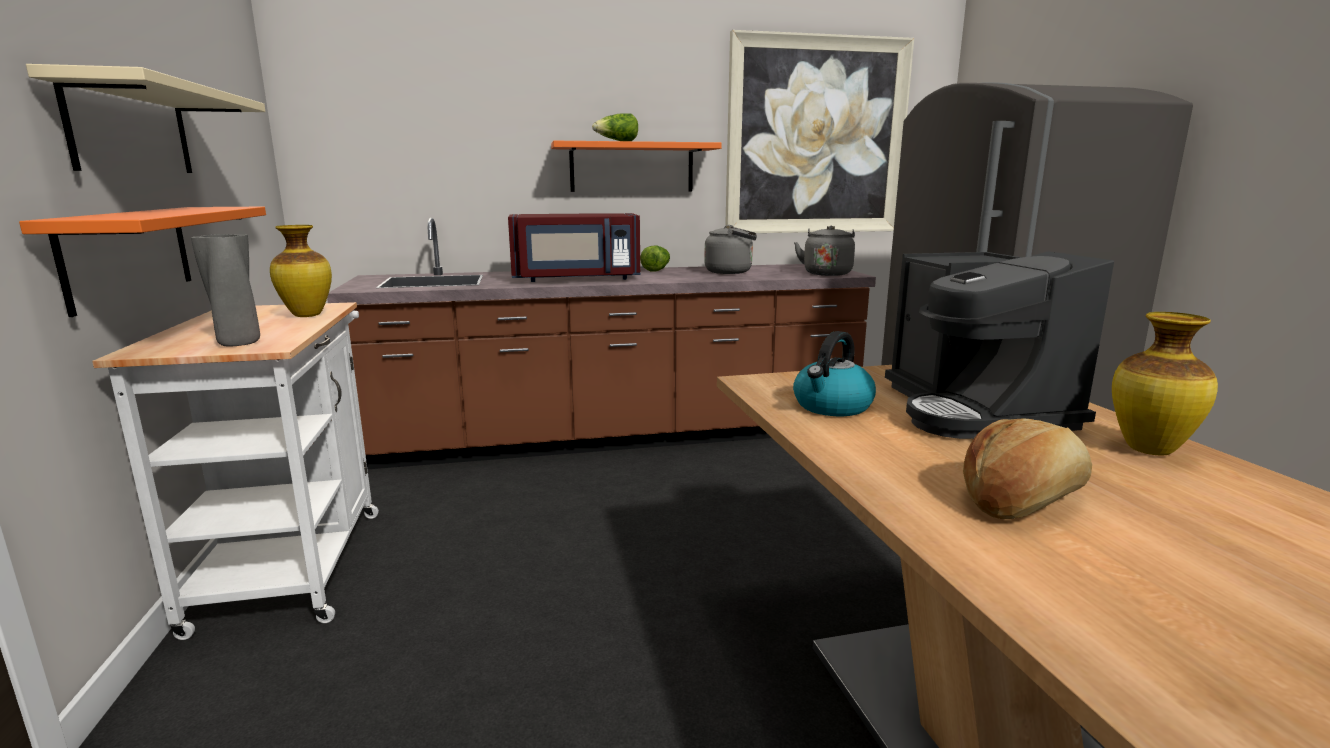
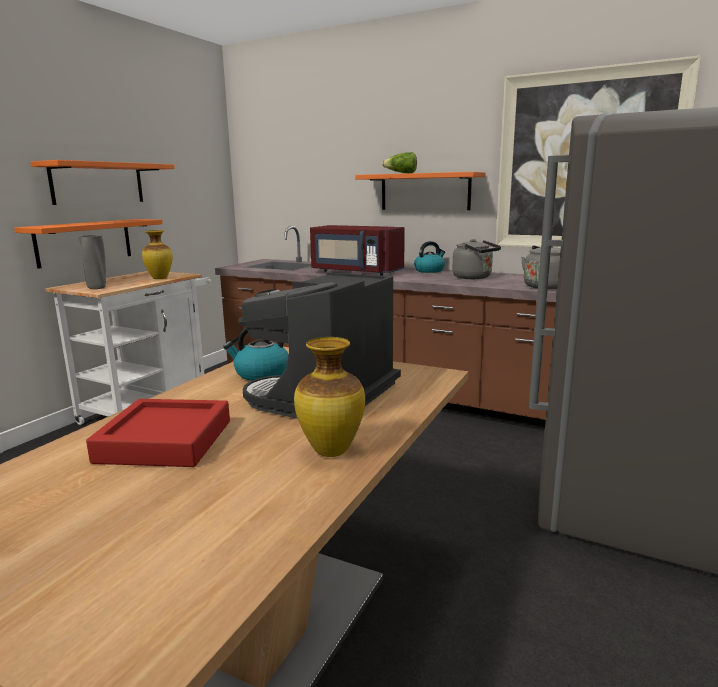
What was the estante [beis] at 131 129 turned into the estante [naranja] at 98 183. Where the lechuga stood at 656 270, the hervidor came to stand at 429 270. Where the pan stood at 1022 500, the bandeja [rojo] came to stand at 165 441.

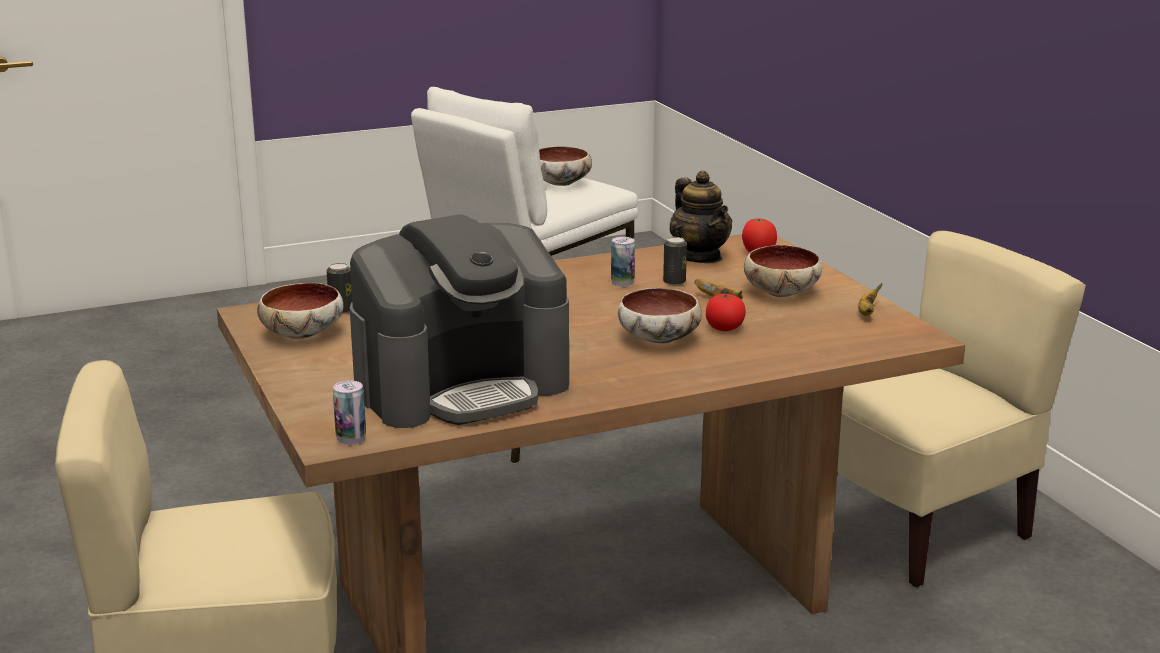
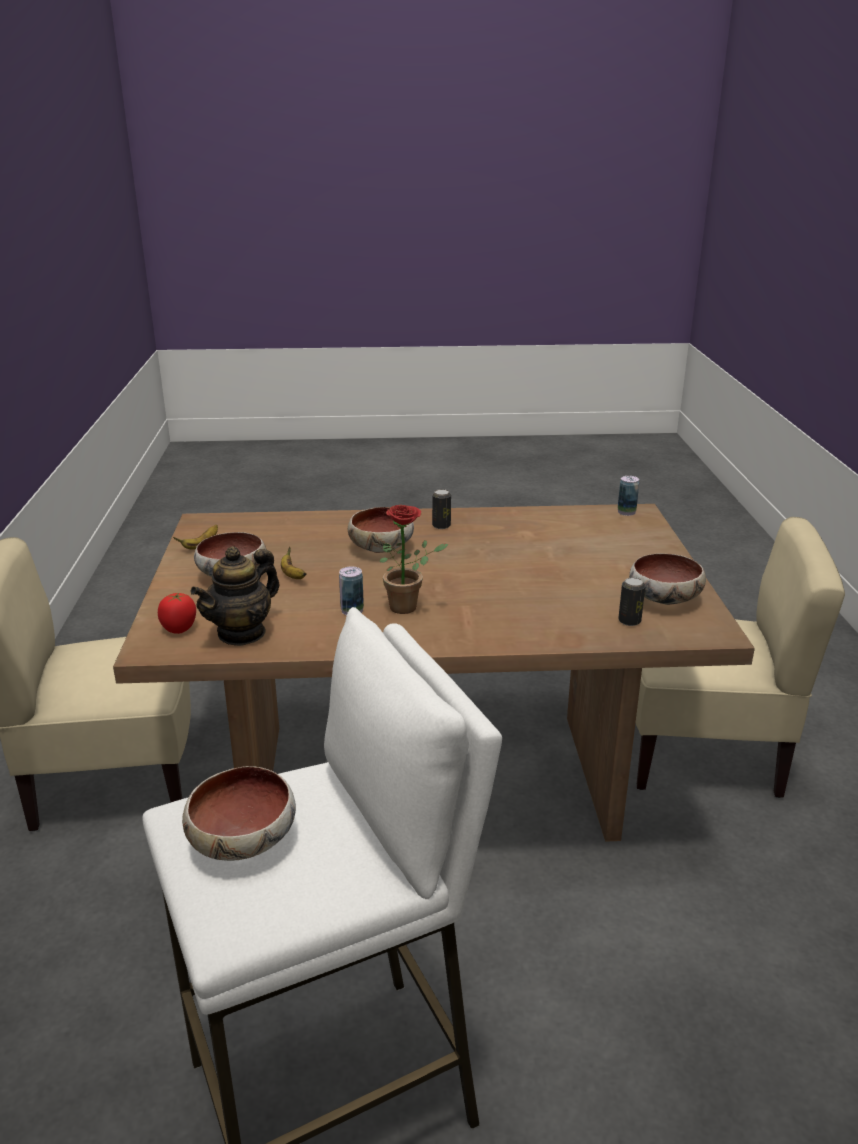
The tetera at 700 257 ended up facing another way, 135 degrees counterclockwise from before. The second view lost the cafetera at 462 386. The lata ended up elsewhere, having gone from 674 282 to 441 526. The second view lost the tomate at 725 328. The second view gained the planta en maceta at 409 607.

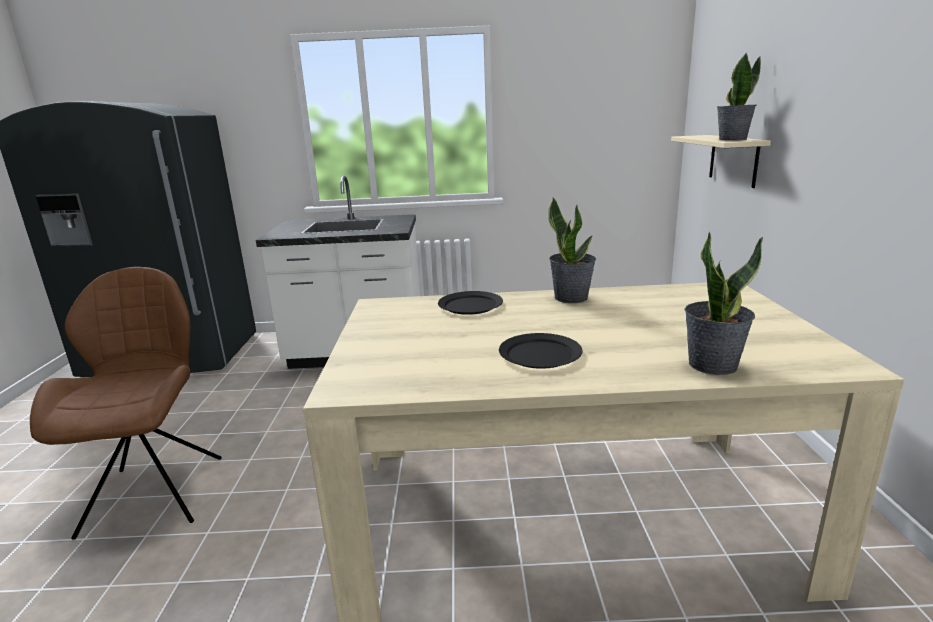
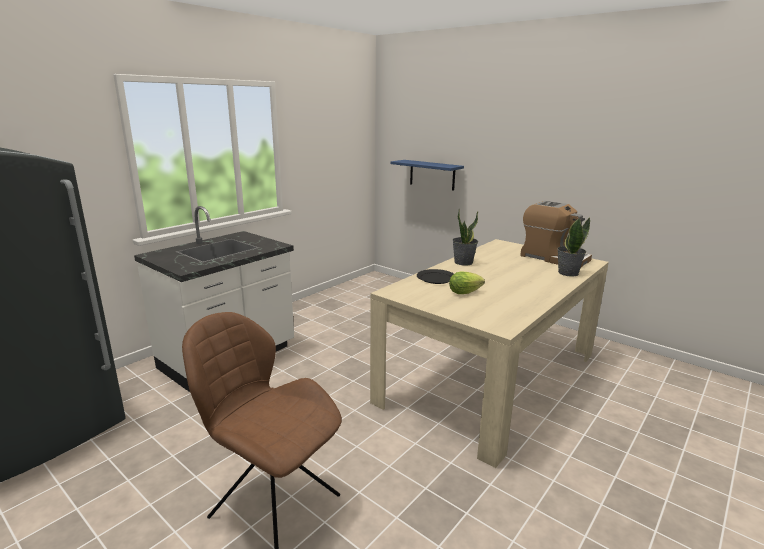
The second view lost the planta en maceta at 732 139. What was the estante [beis] at 733 160 turned into the estante [azul] at 432 175. The second view lost the plato [negro] at 539 354. The second view gained the cafetera at 553 258. The second view gained the lechuga at 466 292.

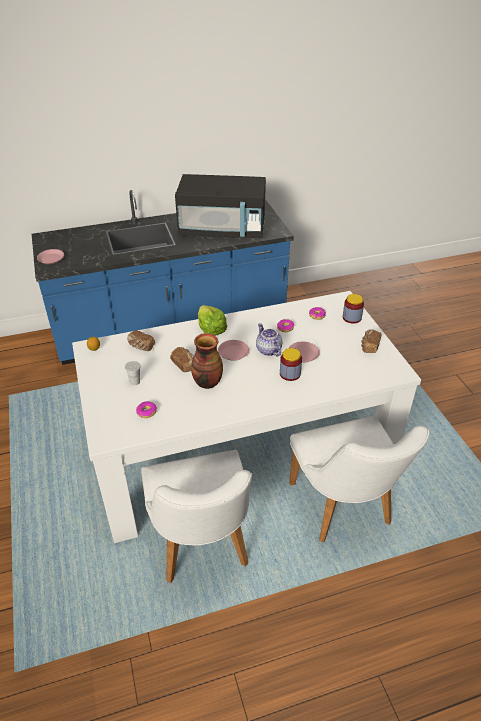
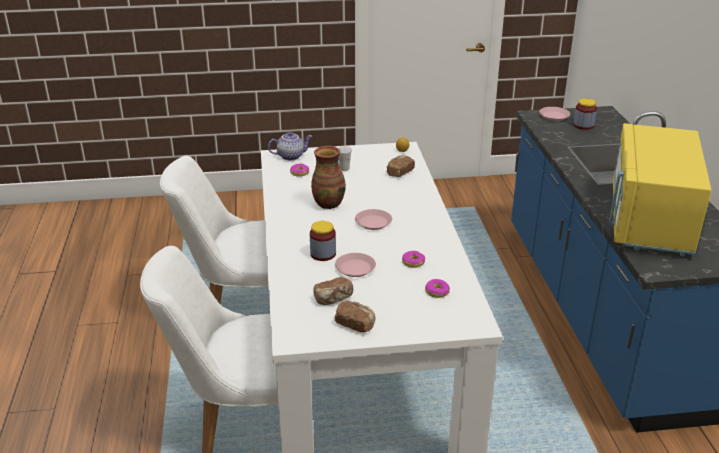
What was the microondas [negro] at 222 230 turned into the microondas [amarillo] at 649 221. The tarro ended up elsewhere, having gone from 351 318 to 583 125. The second view lost the lechuga at 211 329. The tetera ended up elsewhere, having gone from 268 350 to 291 156. The pan ended up elsewhere, having gone from 184 364 to 333 299.

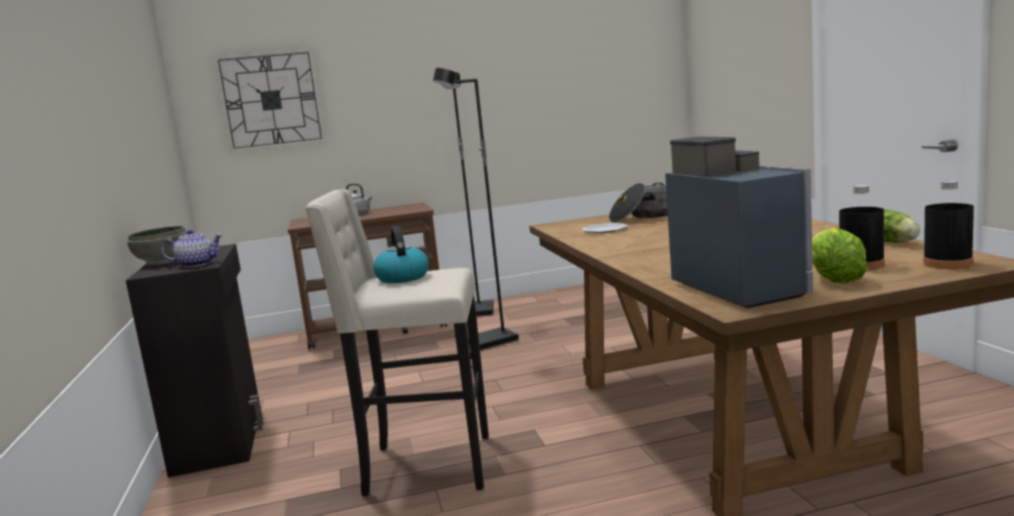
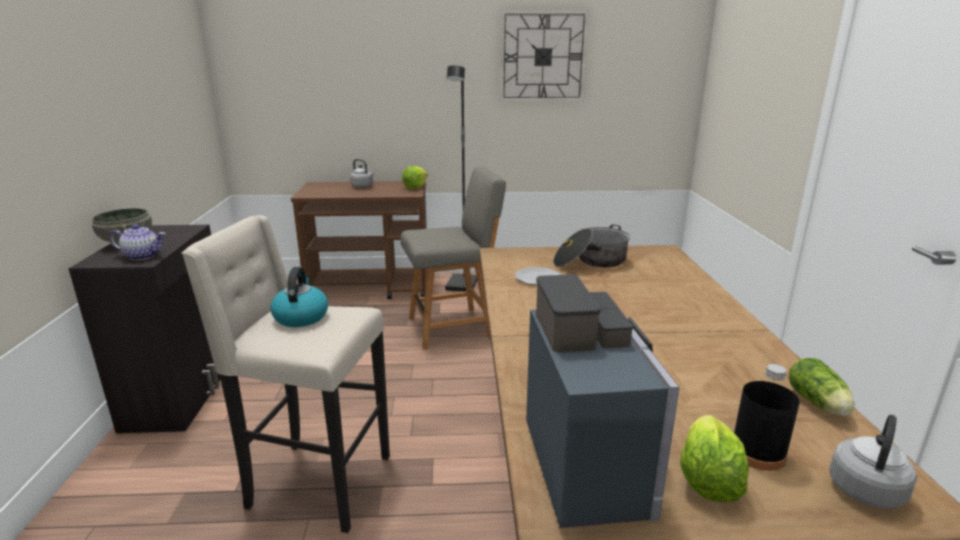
The reloj de pared ended up elsewhere, having gone from 271 100 to 543 57. Where the lámpara de pie [negro] stood at 491 342, the silla [gris] came to stand at 453 327. Where the botella [negro] stood at 947 264, the hervidor [gris] came to stand at 866 488. The second view gained the lechuga at 415 187.

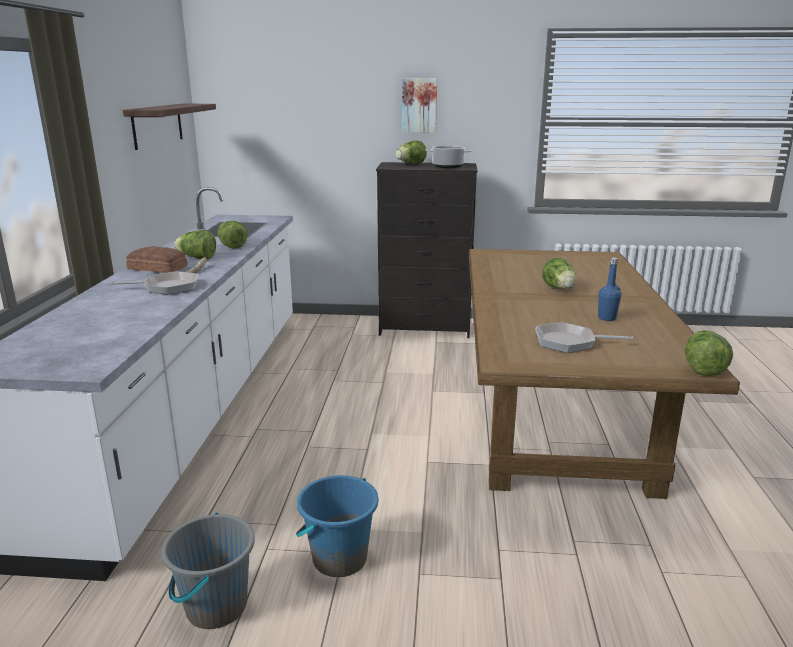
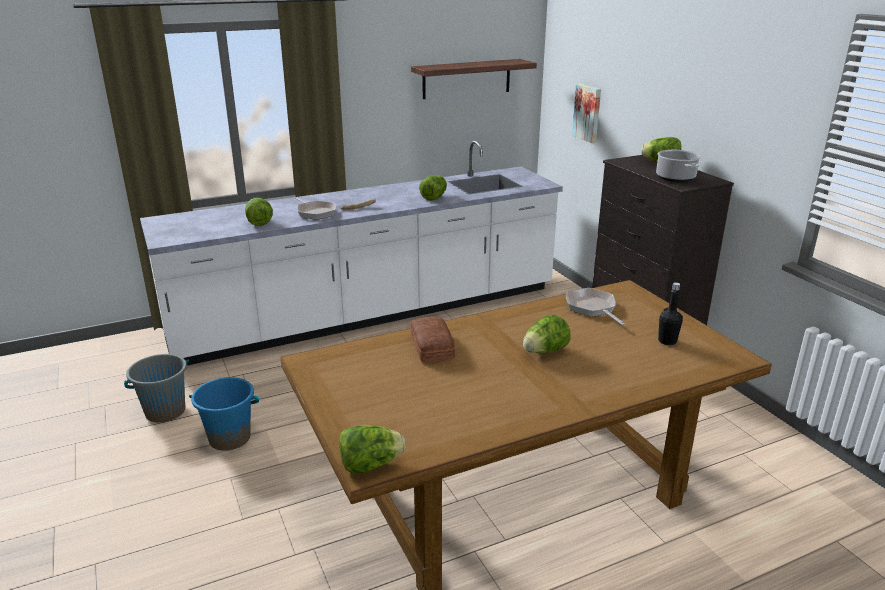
The cuadro ended up elsewhere, having gone from 419 105 to 588 113. The lechuga ended up elsewhere, having gone from 197 258 to 259 222. The pan ended up elsewhere, having gone from 157 268 to 430 347. The second view lost the botella [azul] at 607 318. The sartén ended up elsewhere, having gone from 569 342 to 592 308. The second view gained the botella [negro] at 667 341.

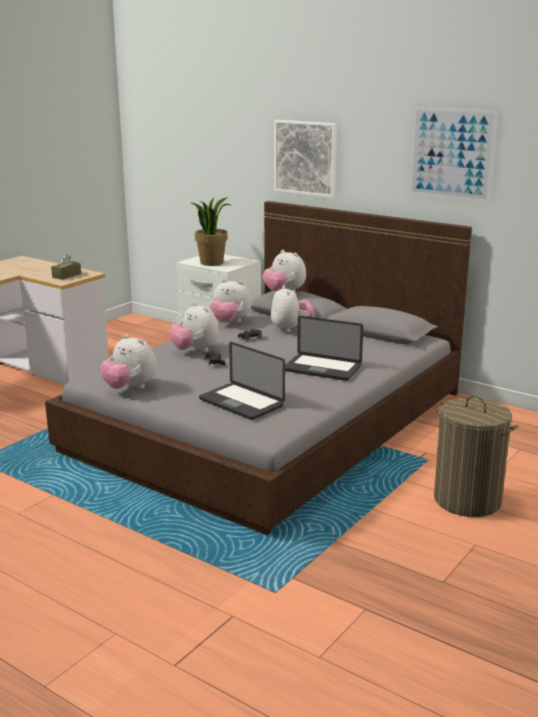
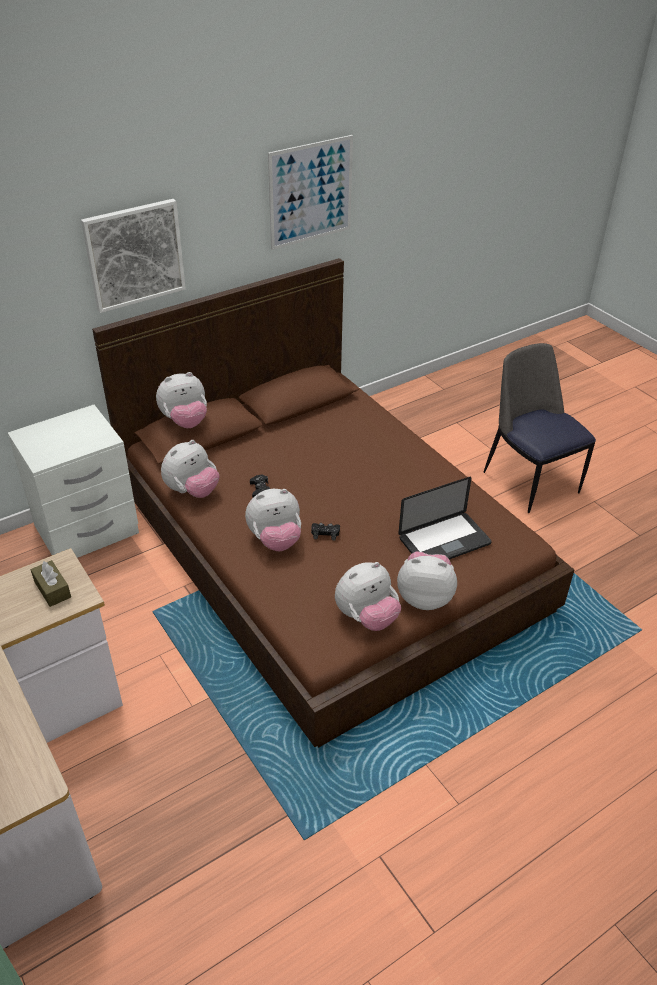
The second view lost the planta en maceta at 212 263. What was the cama [gris] at 270 420 turned into the cama [marrón] at 327 546. The peluche ended up elsewhere, having gone from 291 329 to 425 597. The second view lost the portátil at 322 369. Where the cesto de la ropa stood at 467 500, the silla came to stand at 529 480.

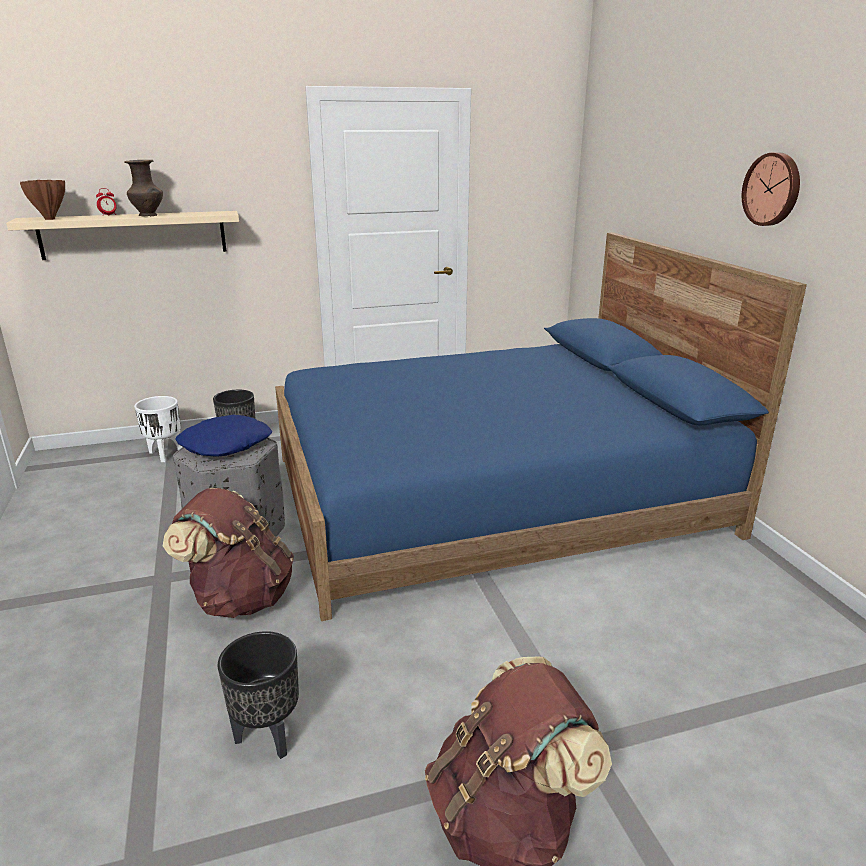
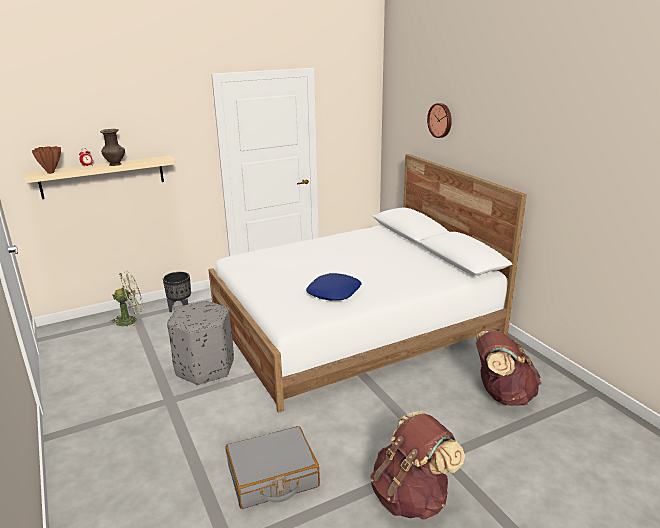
The reloj de pared ended up elsewhere, having gone from 773 189 to 440 120. What was the cama [azul] at 493 495 turned into the cama [blanco] at 356 325. Where the maceta [blanco] stood at 164 454, the ventilador [verde] came to stand at 131 320. The cojín [azul] ended up elsewhere, having gone from 225 444 to 333 292. The mochila [marrón] ended up elsewhere, having gone from 239 598 to 502 395. Where the maceta [negro] stood at 268 736, the maleta [gris] came to stand at 272 477.

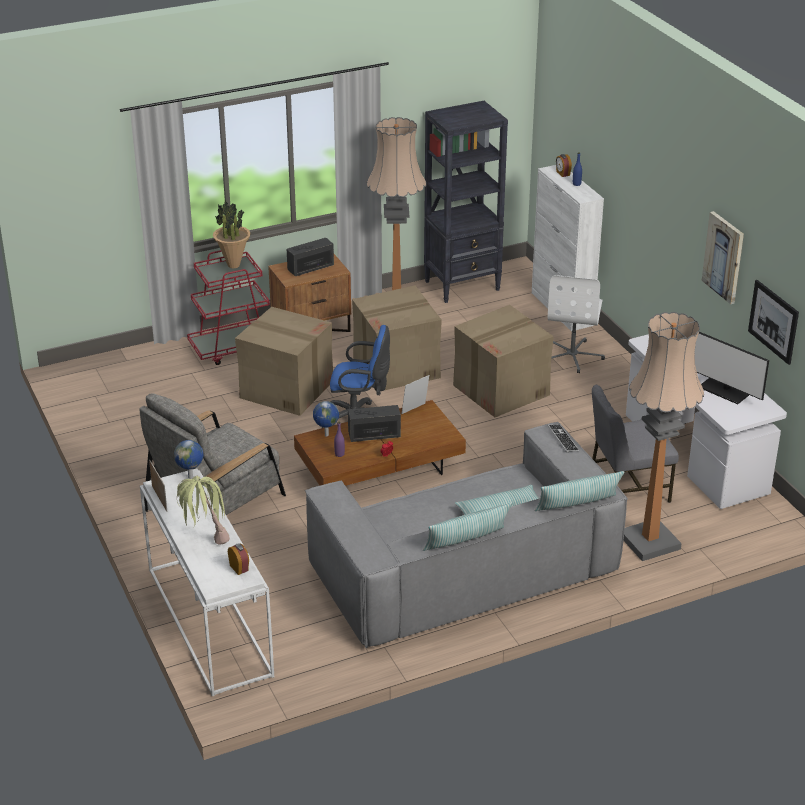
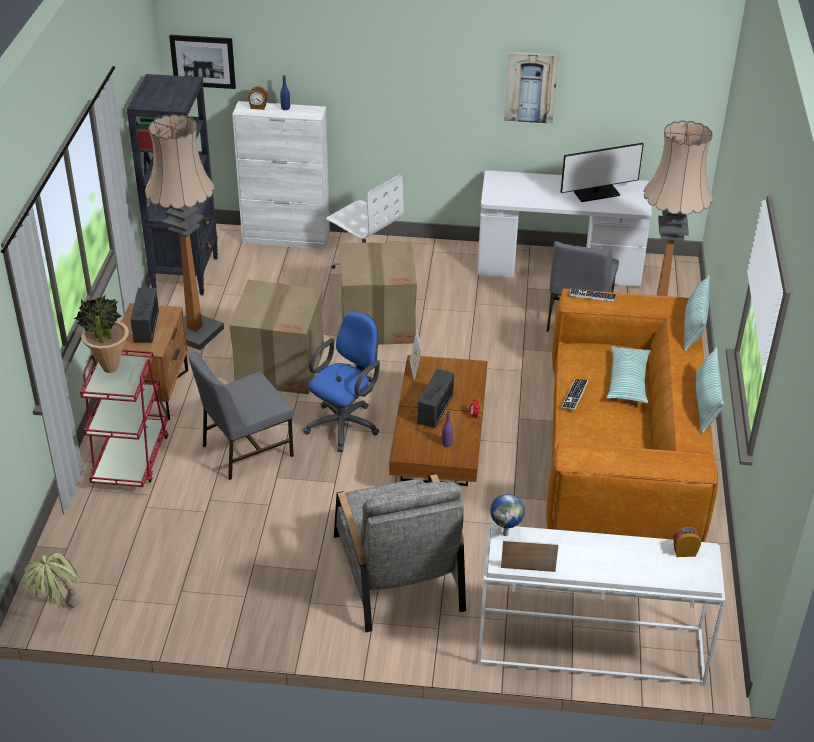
The cuadro ended up elsewhere, having gone from 773 321 to 203 61. Where the caja de cartón stood at 286 389, the silla [gris] came to stand at 245 450. The second view lost the globo terráqueo at 326 435. What was the sofá [gris] at 463 569 turned into the sofá [marrón] at 621 450. The planta en maceta ended up elsewhere, having gone from 204 540 to 59 614. The second view gained the teclado at 574 395.

